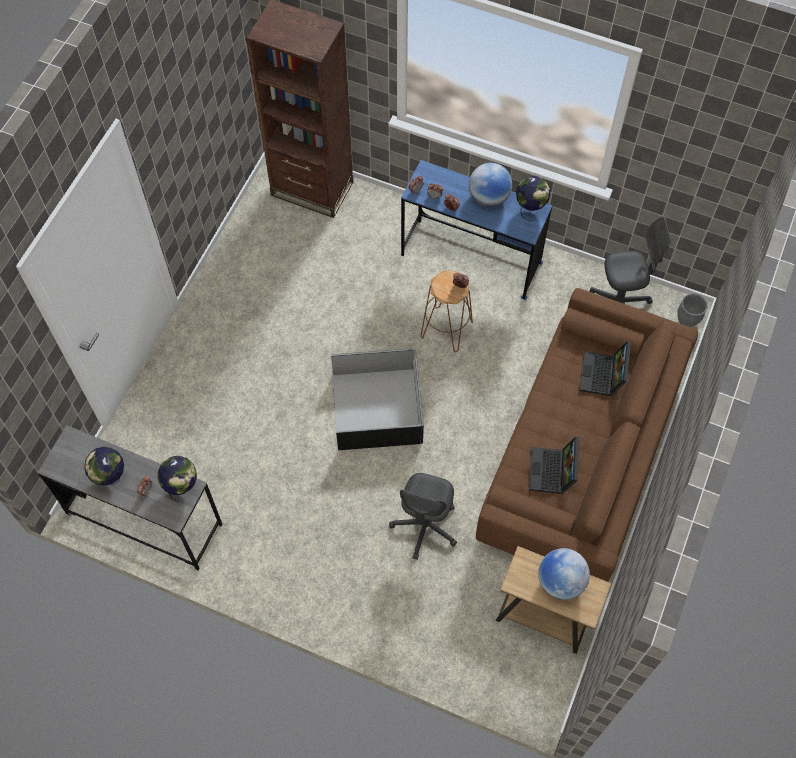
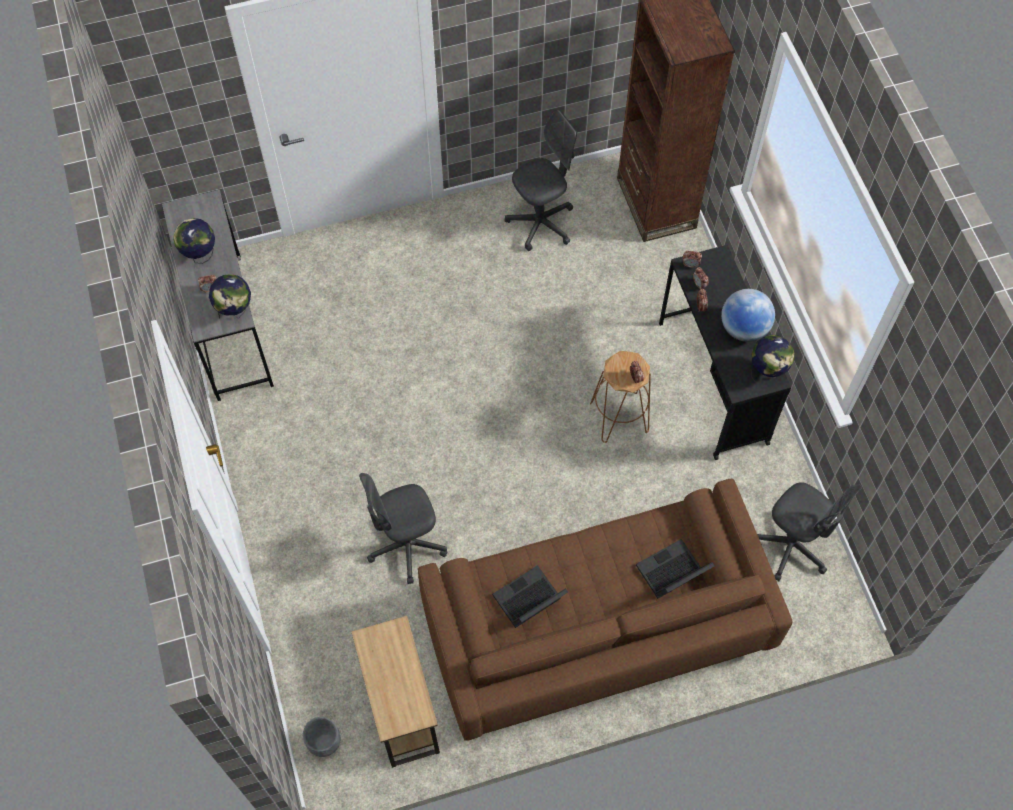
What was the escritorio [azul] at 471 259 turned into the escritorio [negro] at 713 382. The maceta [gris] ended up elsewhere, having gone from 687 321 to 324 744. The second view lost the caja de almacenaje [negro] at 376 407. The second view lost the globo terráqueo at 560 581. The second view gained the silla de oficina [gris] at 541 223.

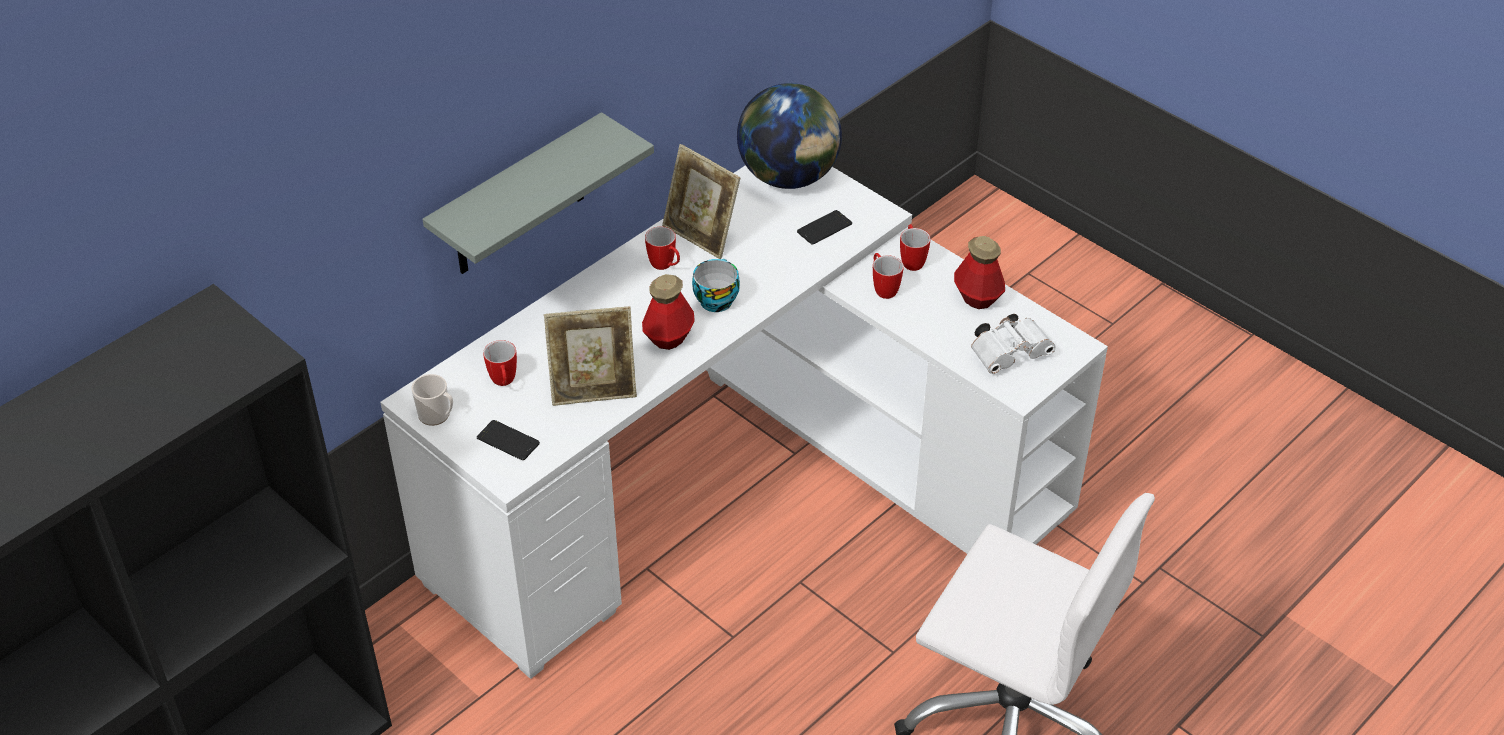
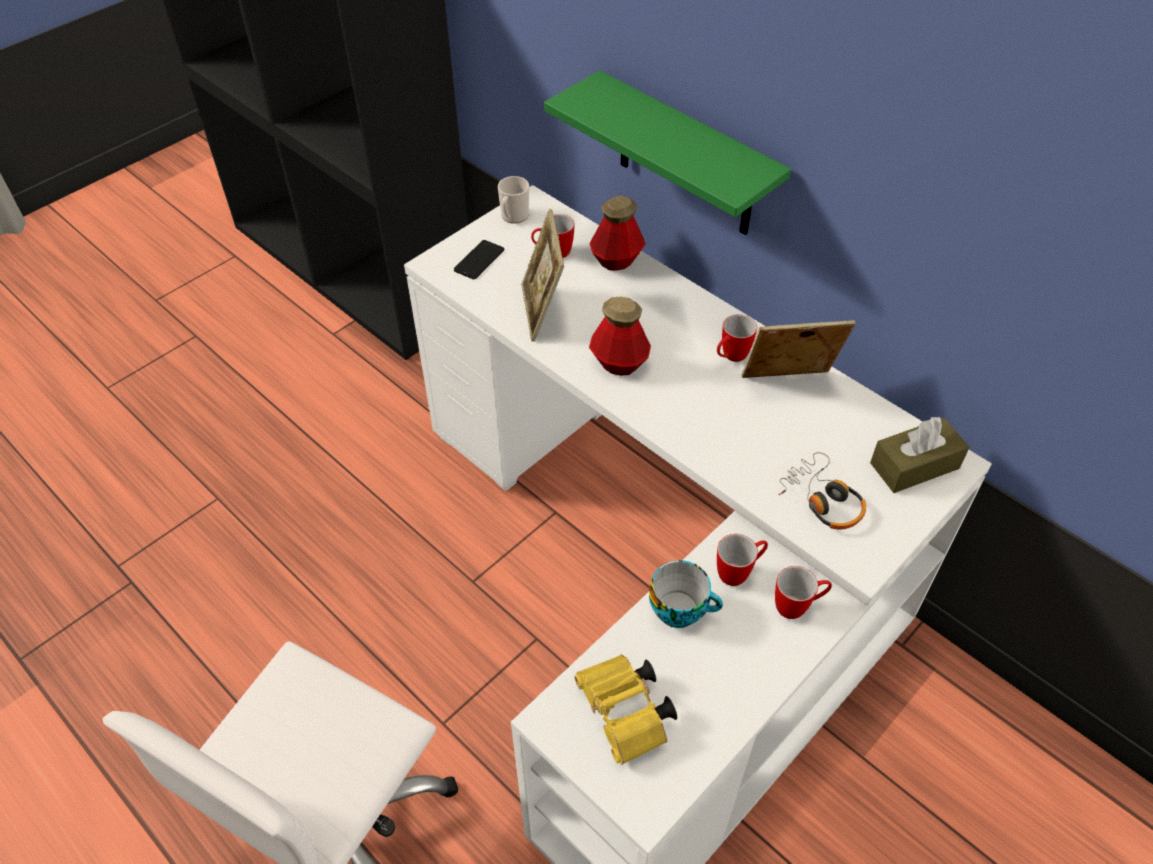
Where the globo terráqueo stood at 789 177, the caja de pañuelos [marrón] came to stand at 914 465. What was the estante [gris] at 518 199 turned into the estante [verde] at 686 158. The portarretratos at 701 235 ended up facing another way, 45 degrees clockwise from before. Where the móvil stood at 824 228, the auriculares came to stand at 822 500. The botella ended up elsewhere, having gone from 977 297 to 616 260. The taza ended up elsewhere, having gone from 715 299 to 681 609. What was the prismáticos [blanco] at 1011 353 turned into the prismáticos [amarillo] at 626 716.

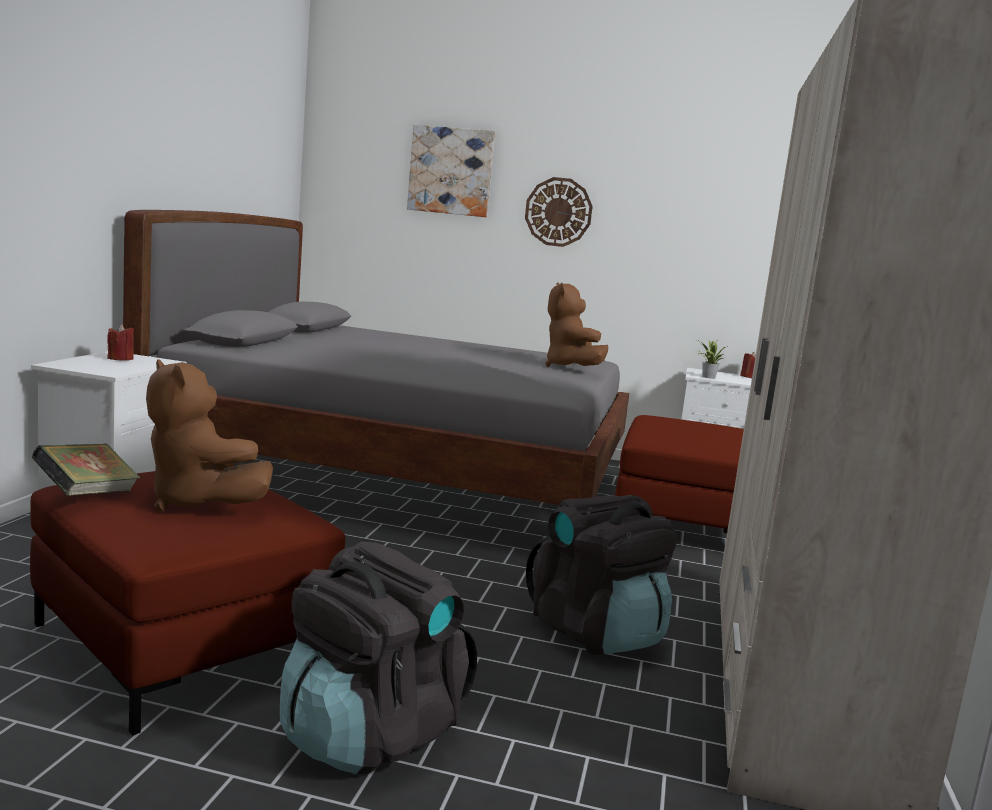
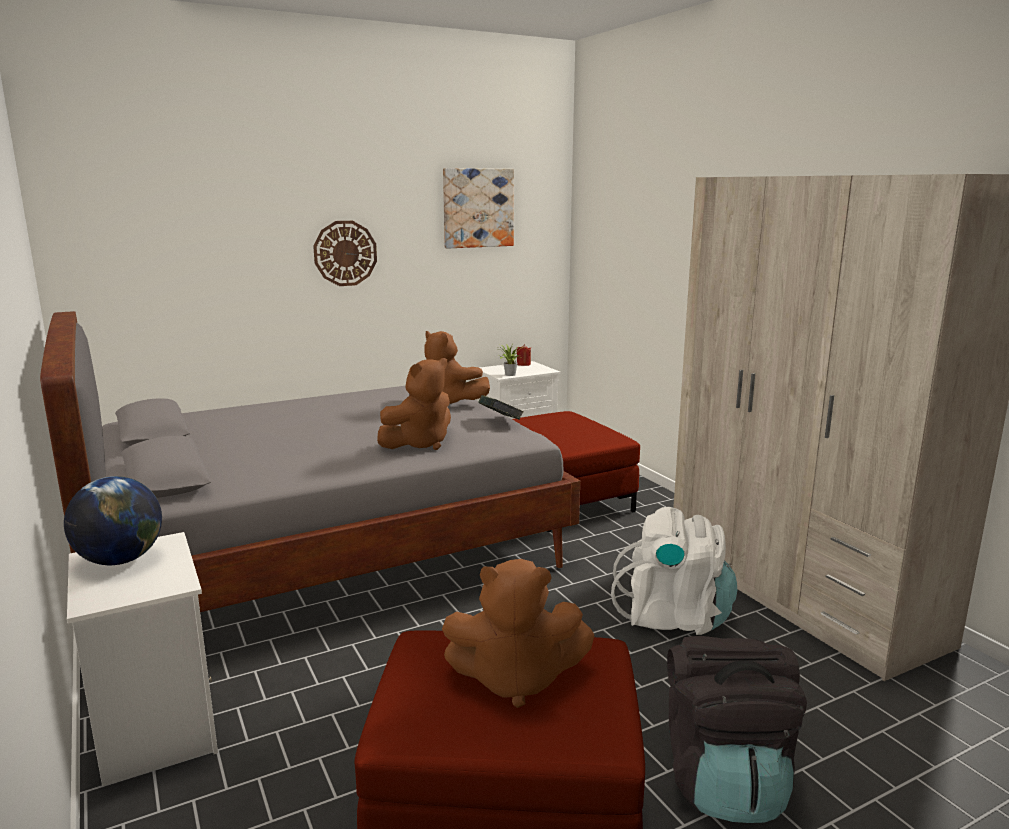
The cuadro ended up elsewhere, having gone from 451 171 to 478 208. Where the vela [rojo] stood at 120 359, the globo terráqueo came to stand at 120 560. The libro ended up elsewhere, having gone from 87 495 to 500 422. What was the mochila [negro] at 596 632 turned into the mochila [blanco] at 673 616. The second view gained the peluche [marrón] at 419 443.

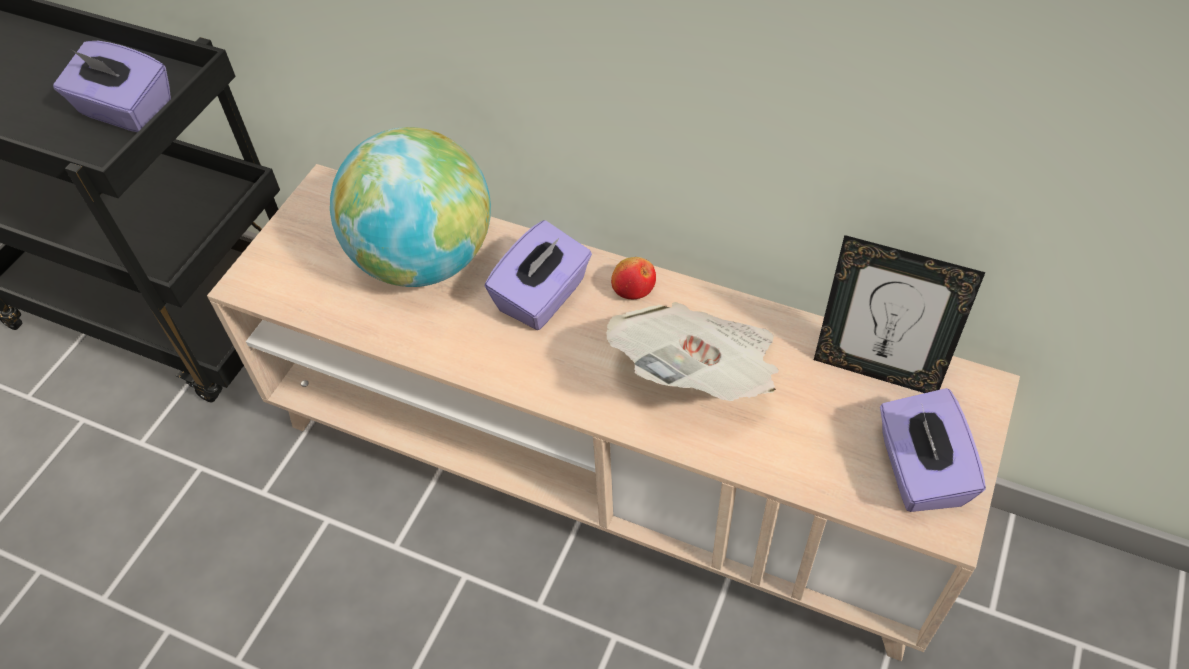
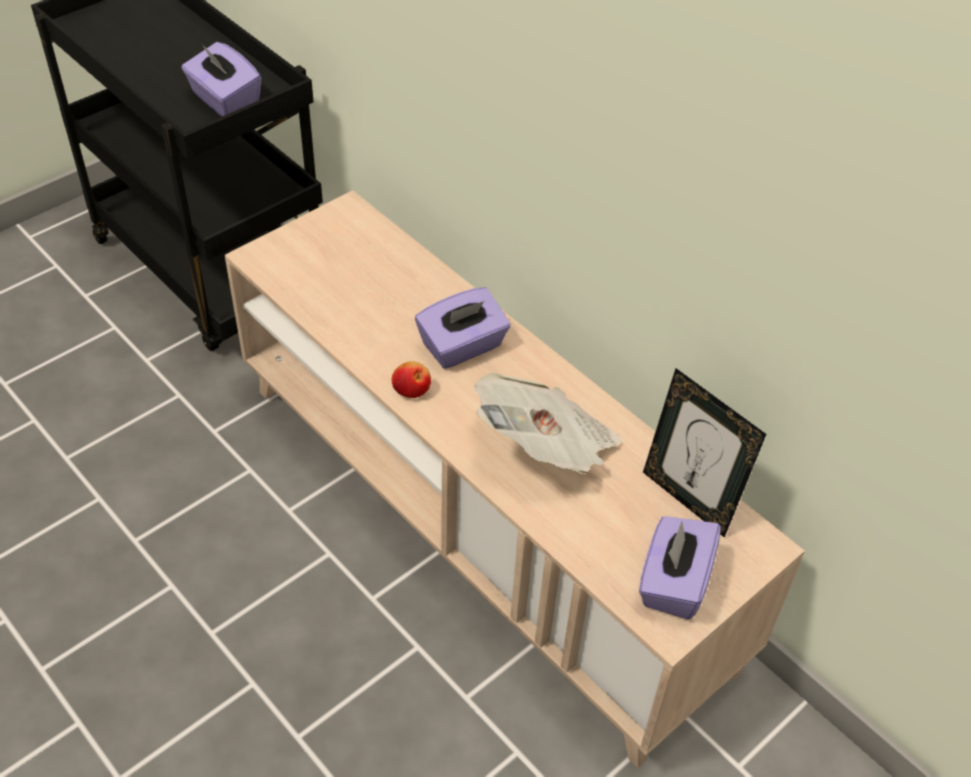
The second view lost the globo terráqueo at 424 260. The manzana ended up elsewhere, having gone from 633 289 to 411 389.

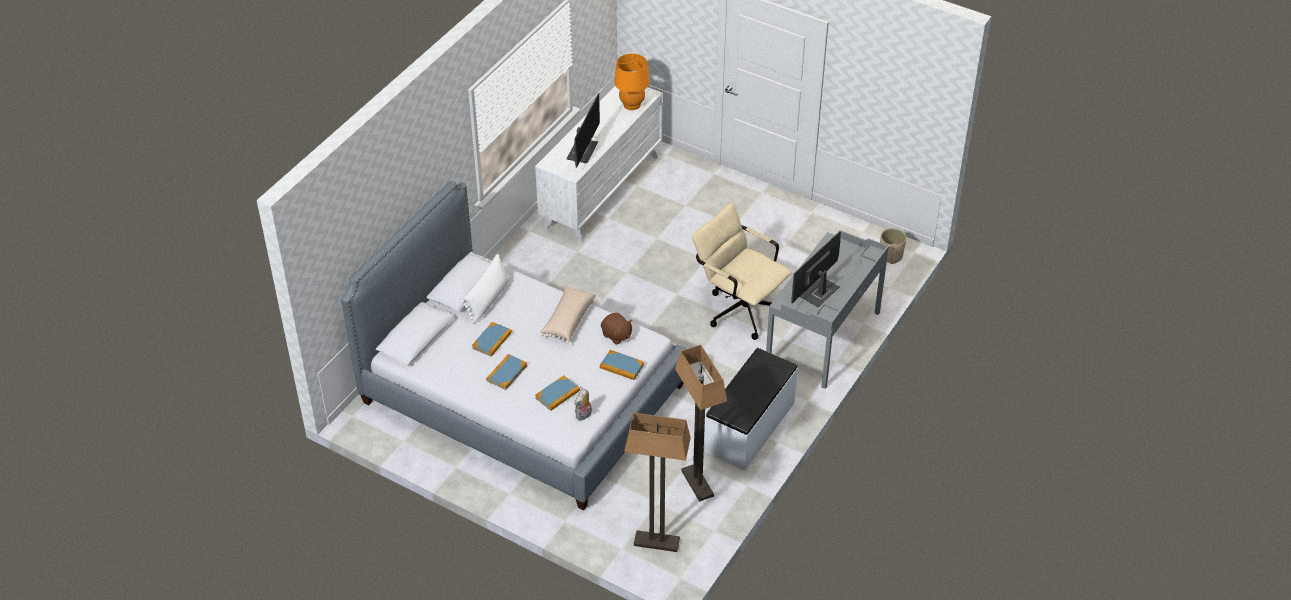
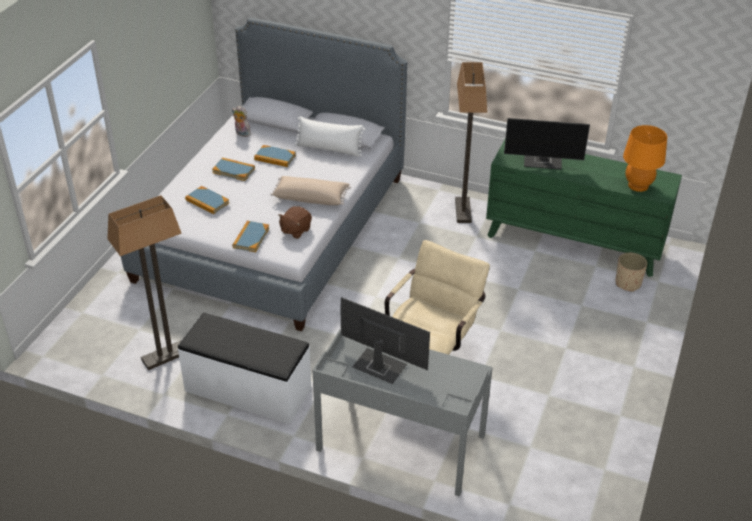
What was the cómoda [blanco] at 601 191 turned into the cómoda [verde] at 574 242. The maceta [beis] ended up elsewhere, having gone from 891 256 to 628 283. The peluche ended up elsewhere, having gone from 584 416 to 241 134. The lámpara de pie ended up elsewhere, having gone from 657 542 to 463 211.

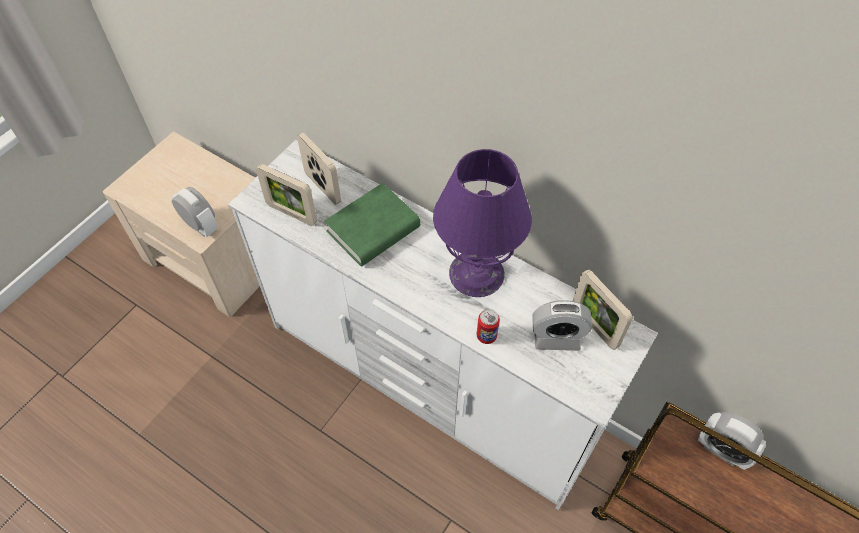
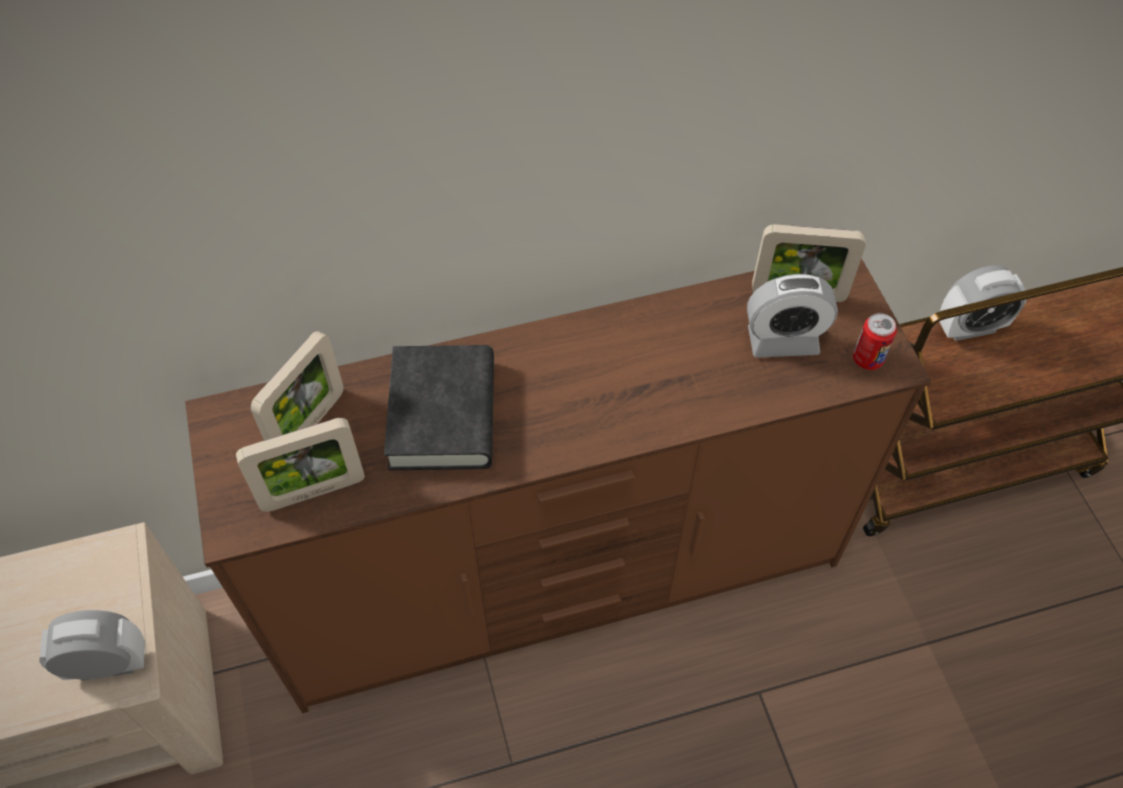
The portarretratos at 322 187 ended up facing another way, 120 degrees clockwise from before. What was the cómoda [blanco] at 430 382 turned into the cómoda [marrón] at 563 578. The second view lost the lámpara de mesa [morado] at 477 273. What was the libro [verde] at 373 229 turned into the libro [negro] at 443 414. The despertador at 556 338 ended up facing another way, 45 degrees clockwise from before. The lata ended up elsewhere, having gone from 486 336 to 867 359.

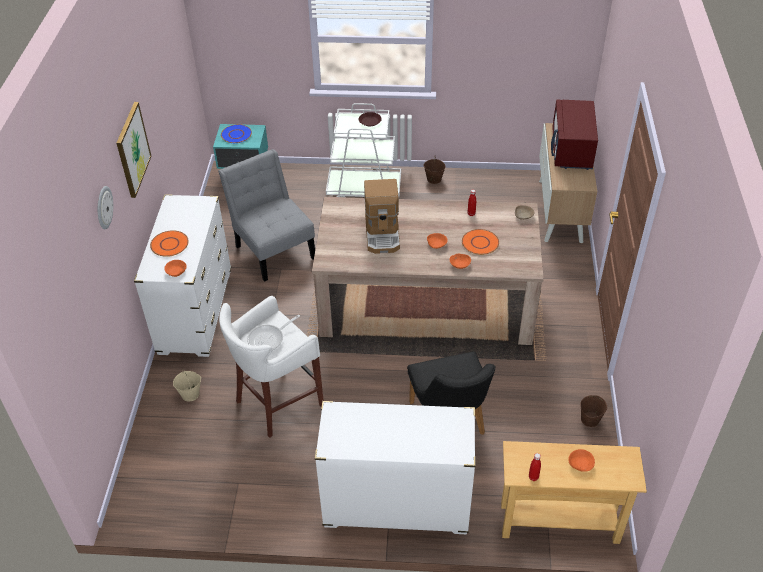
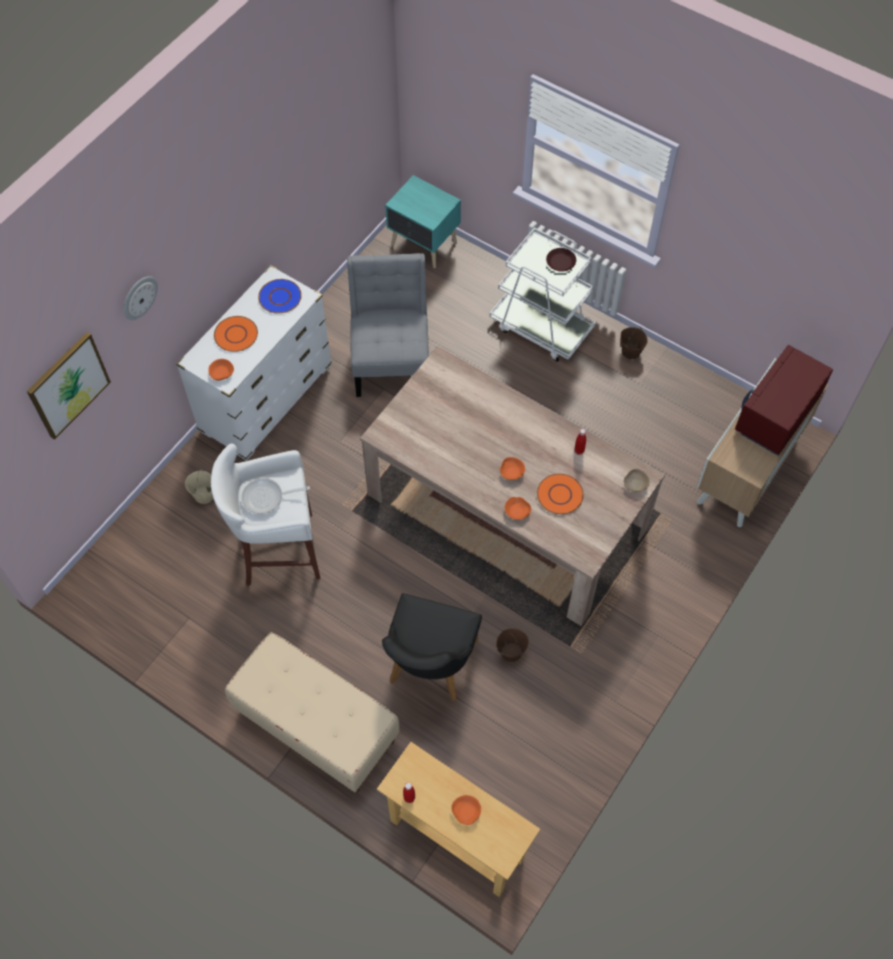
The cuadro ended up elsewhere, having gone from 132 149 to 68 385. The plato [azul] ended up elsewhere, having gone from 236 134 to 280 297. The second view lost the cafetera at 383 233. The cubo [marrón] ended up elsewhere, having gone from 590 419 to 510 652. Where the cómoda [blanco] stood at 396 504, the banco [beis] came to stand at 316 726.

